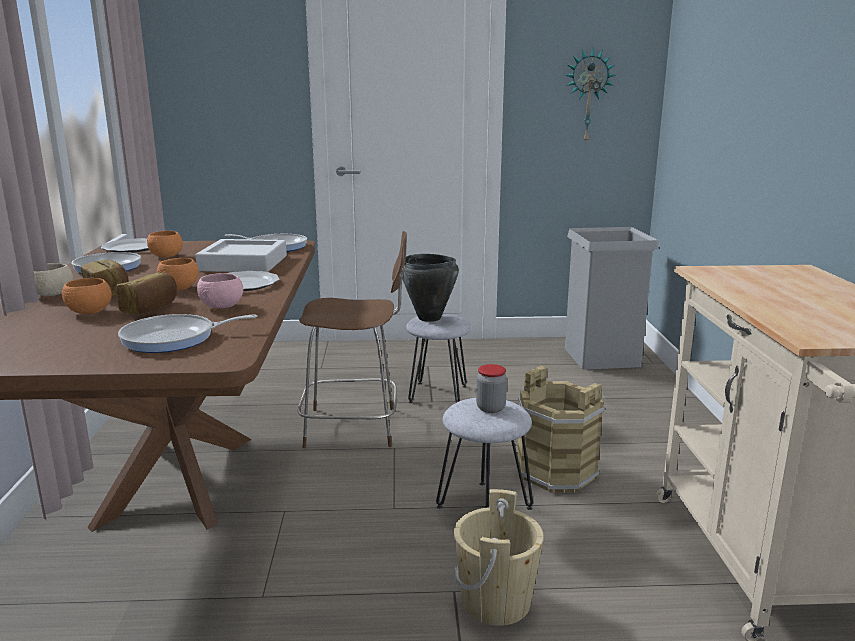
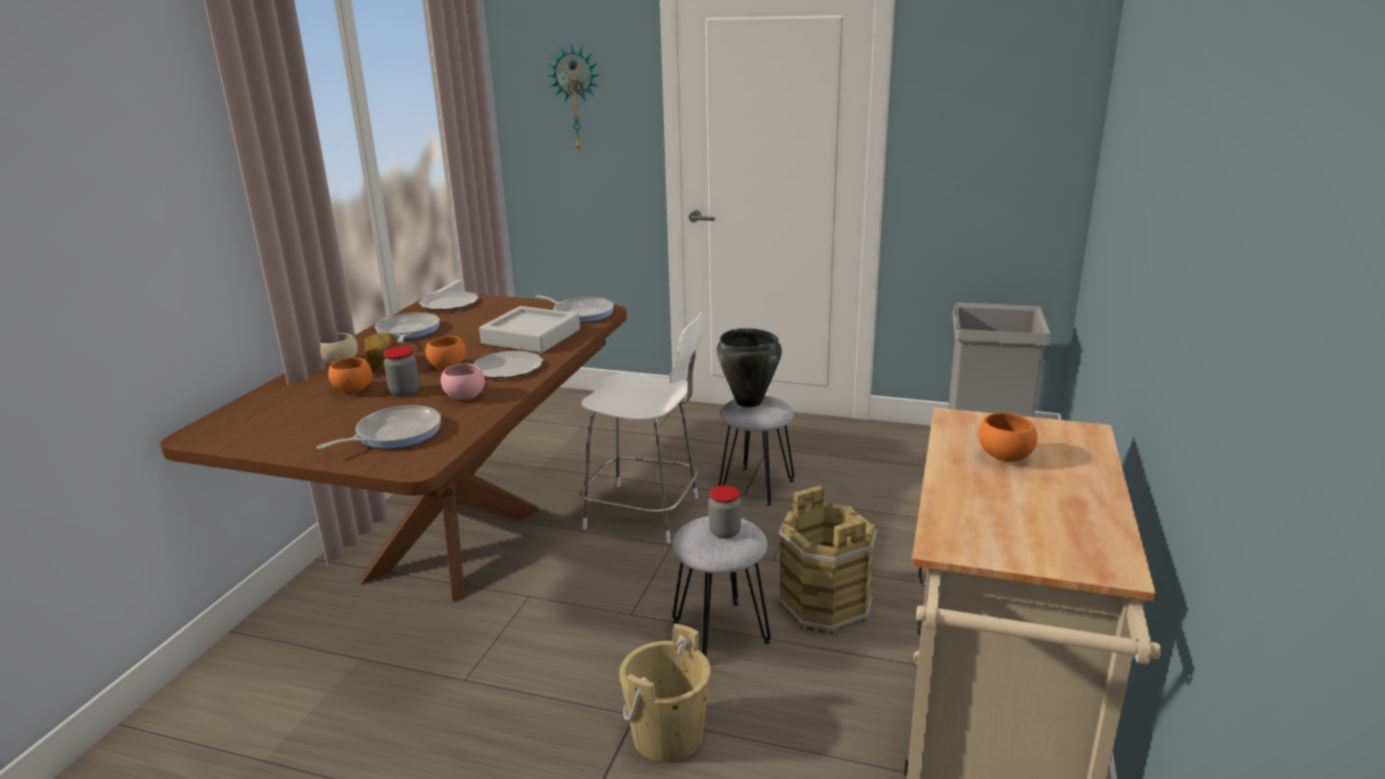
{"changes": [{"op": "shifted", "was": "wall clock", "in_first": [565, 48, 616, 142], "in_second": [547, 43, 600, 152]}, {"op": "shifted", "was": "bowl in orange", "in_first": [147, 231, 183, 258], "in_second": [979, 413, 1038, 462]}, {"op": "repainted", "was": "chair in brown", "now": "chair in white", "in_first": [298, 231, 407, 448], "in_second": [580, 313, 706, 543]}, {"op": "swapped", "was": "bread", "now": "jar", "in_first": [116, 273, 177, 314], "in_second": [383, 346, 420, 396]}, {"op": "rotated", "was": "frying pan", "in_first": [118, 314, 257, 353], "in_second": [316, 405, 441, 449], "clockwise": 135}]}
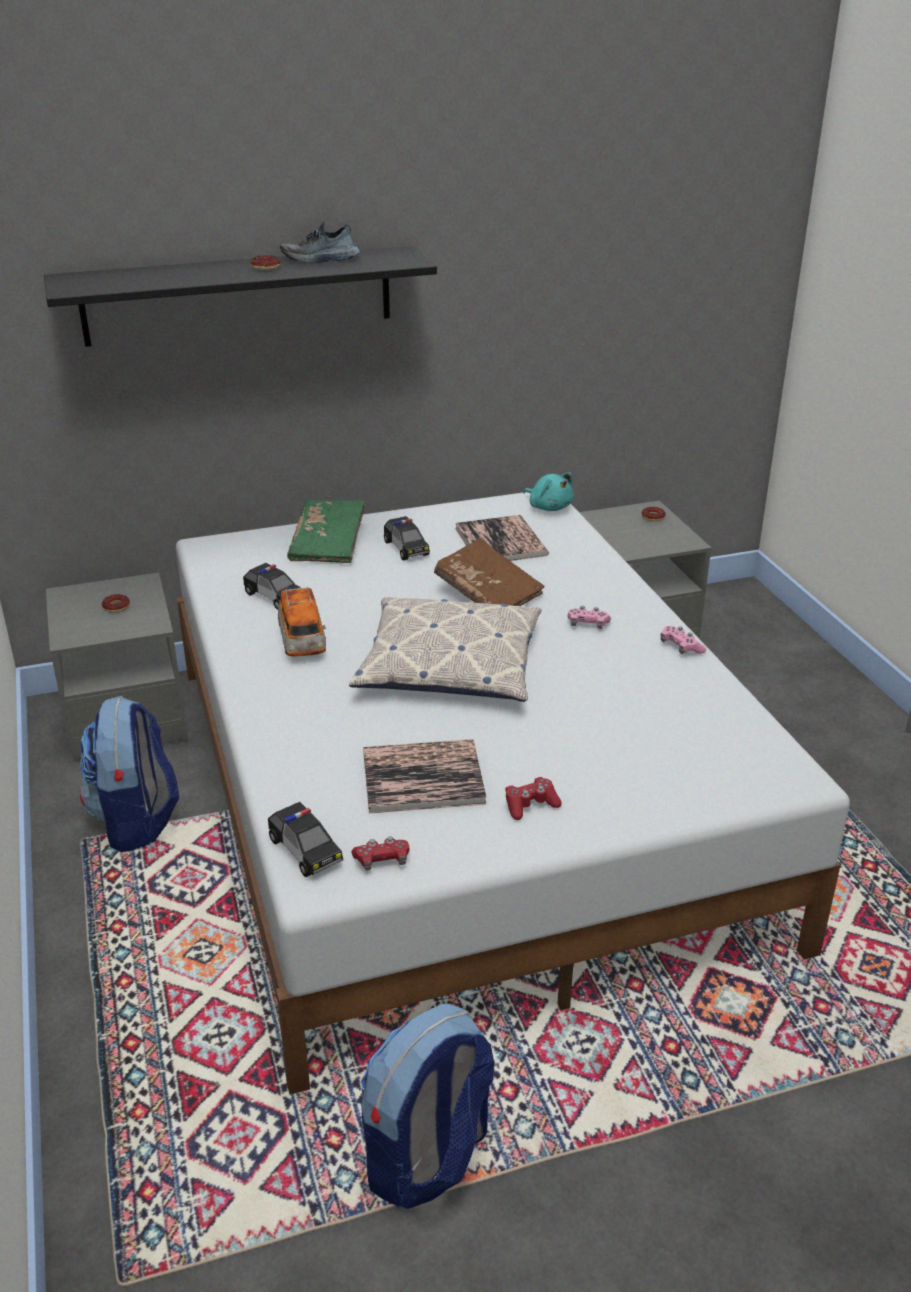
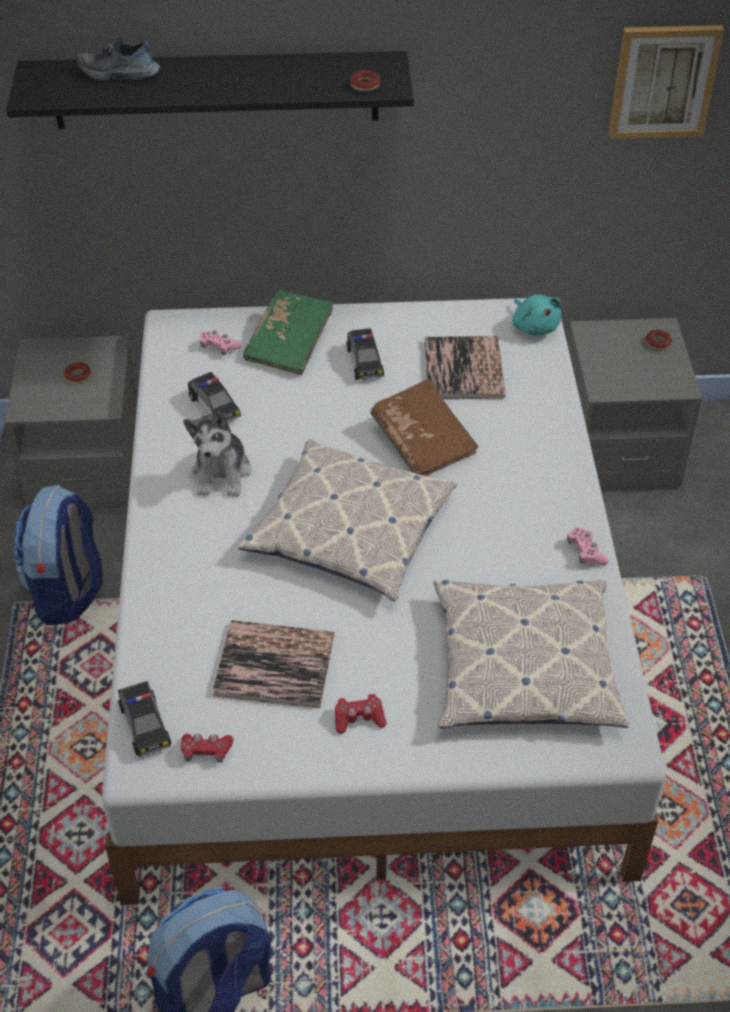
{"changes": [{"op": "shifted", "was": "shoe", "in_first": [280, 222, 360, 263], "in_second": [76, 36, 160, 80]}, {"op": "shifted", "was": "donut", "in_first": [251, 255, 280, 270], "in_second": [349, 70, 381, 91]}, {"op": "swapped", "was": "toy car", "now": "plush toy", "in_first": [278, 587, 326, 657], "in_second": [183, 411, 251, 497]}, {"op": "shifted", "was": "game controller in pink", "in_first": [568, 606, 611, 629], "in_second": [200, 330, 242, 355]}, {"op": "new", "now": "picture", "in_second": [608, 25, 724, 139]}, {"op": "new", "now": "pillow", "in_second": [433, 580, 629, 728]}]}
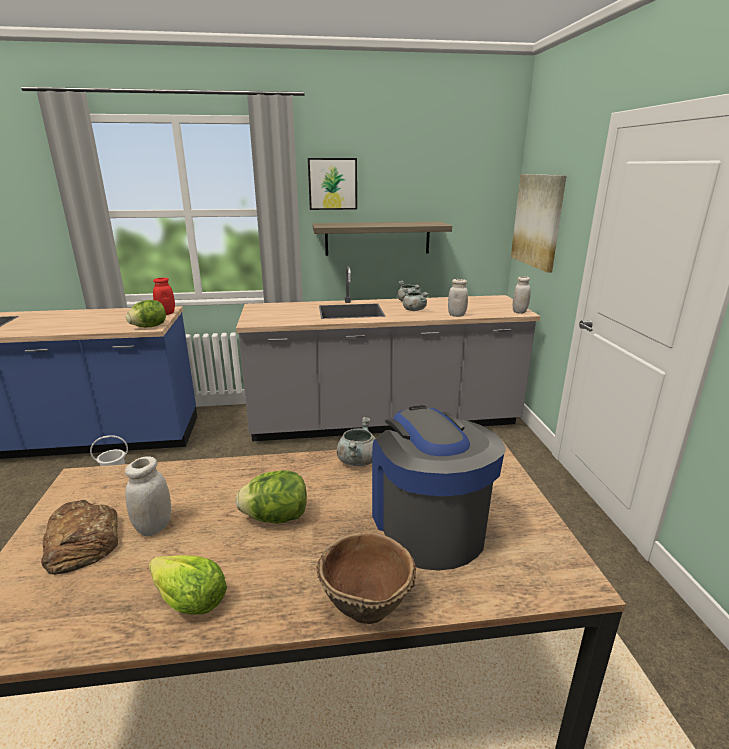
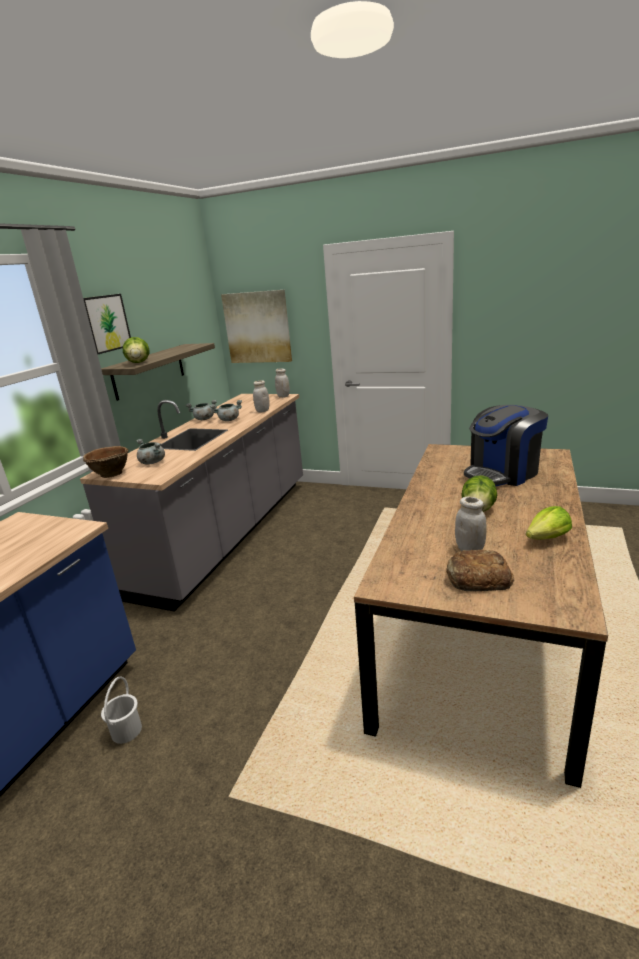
{"changes": [{"op": "gone", "was": "jar in red", "in_first": [153, 278, 175, 315]}, {"op": "shifted", "was": "lettuce", "in_first": [126, 300, 166, 327], "in_second": [123, 337, 149, 363]}, {"op": "rotated", "was": "coffee machine", "in_first": [372, 405, 506, 571], "in_second": [464, 405, 548, 486], "clockwise": -45}, {"op": "shifted", "was": "cooking pot in grey", "in_first": [337, 417, 375, 466], "in_second": [136, 439, 165, 465]}, {"op": "shifted", "was": "bowl in brown", "in_first": [316, 532, 416, 624], "in_second": [83, 446, 129, 478]}]}
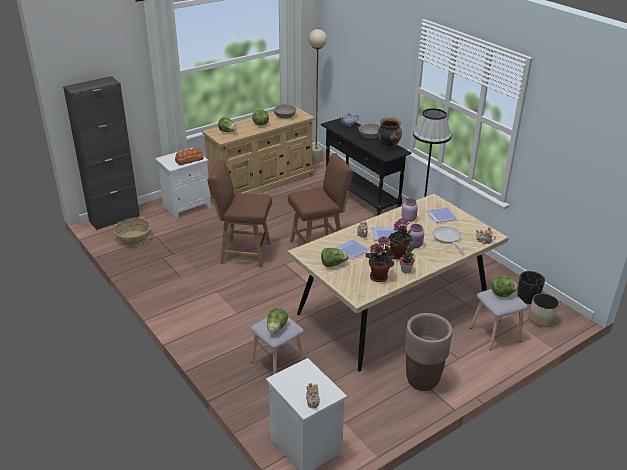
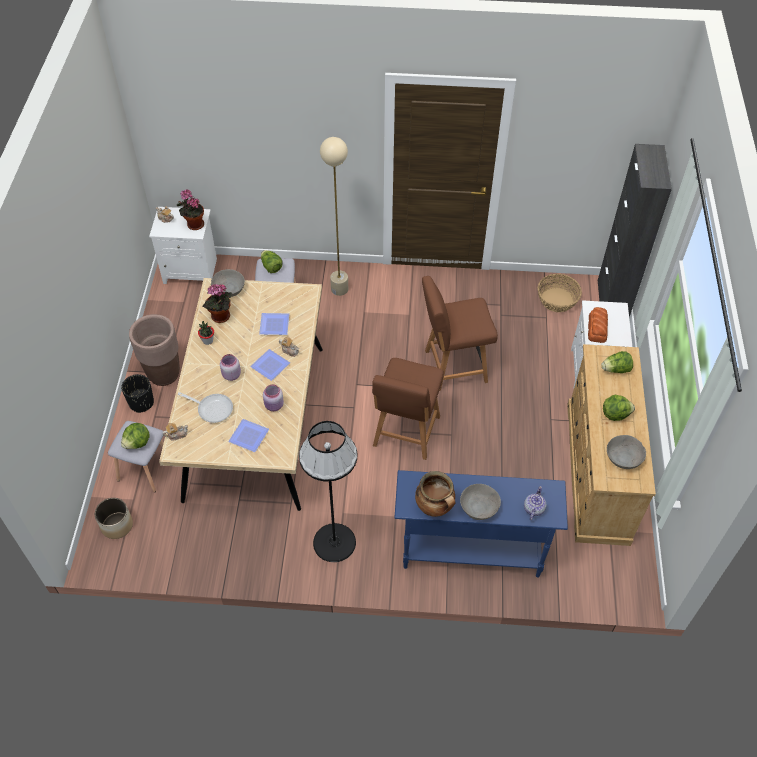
{"changes": [{"op": "shifted", "was": "floor lamp in beige", "in_first": [309, 29, 327, 163], "in_second": [320, 137, 348, 296]}, {"op": "repainted", "was": "console table in black", "now": "console table in blue", "in_first": [321, 117, 412, 216], "in_second": [395, 470, 568, 578]}, {"op": "rotated", "was": "chair in brown", "in_first": [207, 159, 272, 268], "in_second": [422, 276, 498, 391], "clockwise": -150}, {"op": "shifted", "was": "potted plant", "in_first": [388, 218, 413, 259], "in_second": [177, 189, 204, 230]}, {"op": "gone", "was": "lettuce", "in_first": [321, 248, 348, 267]}, {"op": "shifted", "was": "planter in black", "in_first": [517, 271, 545, 304], "in_second": [121, 374, 154, 413]}, {"op": "new", "now": "bowl in grey", "in_second": [211, 269, 245, 297]}]}
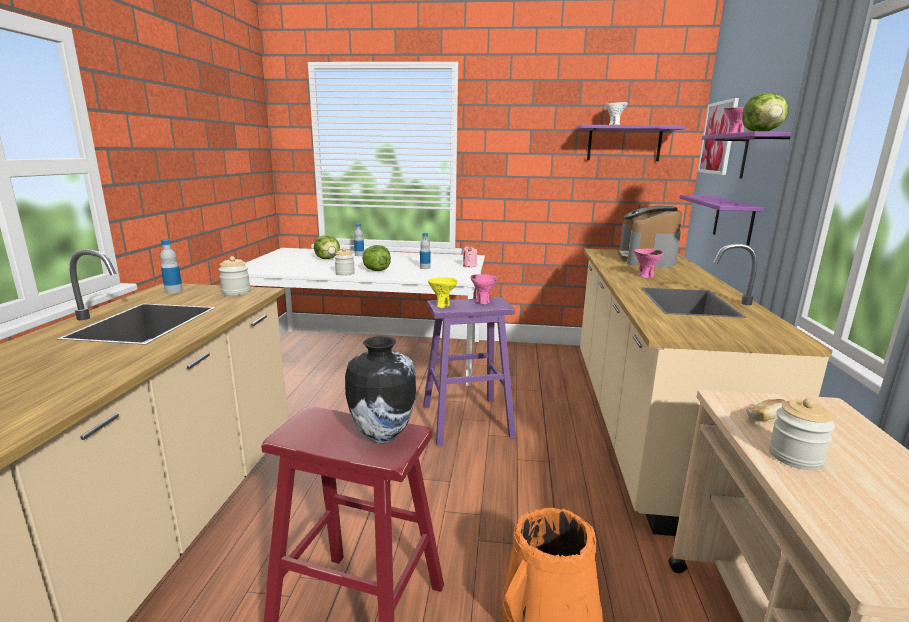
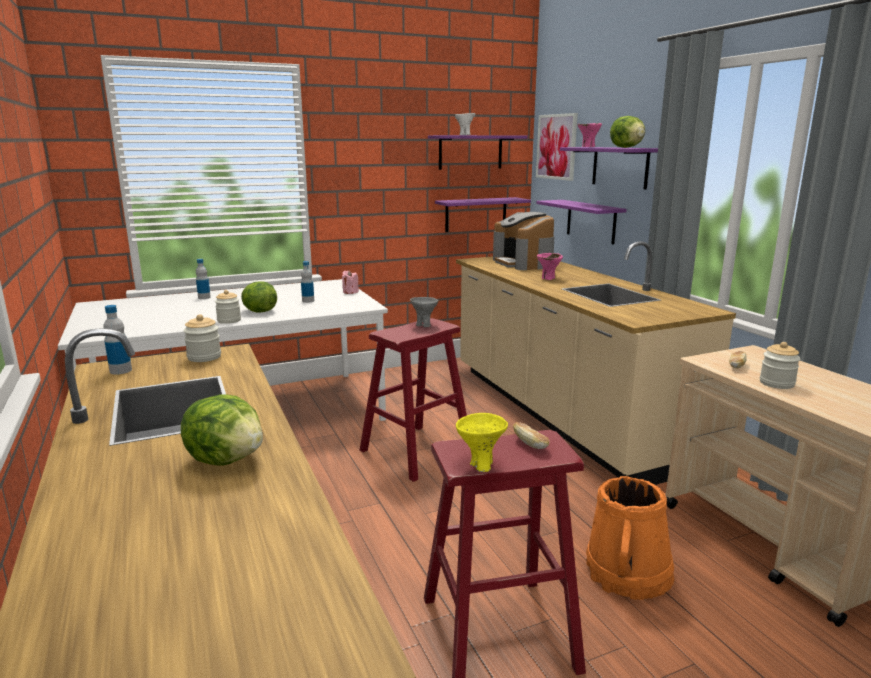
{"changes": [{"op": "shifted", "was": "lettuce", "in_first": [314, 235, 340, 259], "in_second": [181, 395, 263, 466]}, {"op": "repainted", "was": "bowl in pink", "now": "bowl in grey", "in_first": [470, 274, 498, 304], "in_second": [410, 297, 438, 327]}, {"op": "shifted", "was": "bowl in yellow", "in_first": [428, 277, 457, 308], "in_second": [456, 413, 508, 472]}, {"op": "repainted", "was": "stool in purple", "now": "stool in red", "in_first": [423, 297, 516, 447], "in_second": [360, 318, 467, 482]}, {"op": "swapped", "was": "vase", "now": "bread", "in_first": [345, 336, 416, 443], "in_second": [513, 422, 550, 449]}, {"op": "new", "now": "shelf in purple", "in_second": [435, 197, 531, 232]}]}
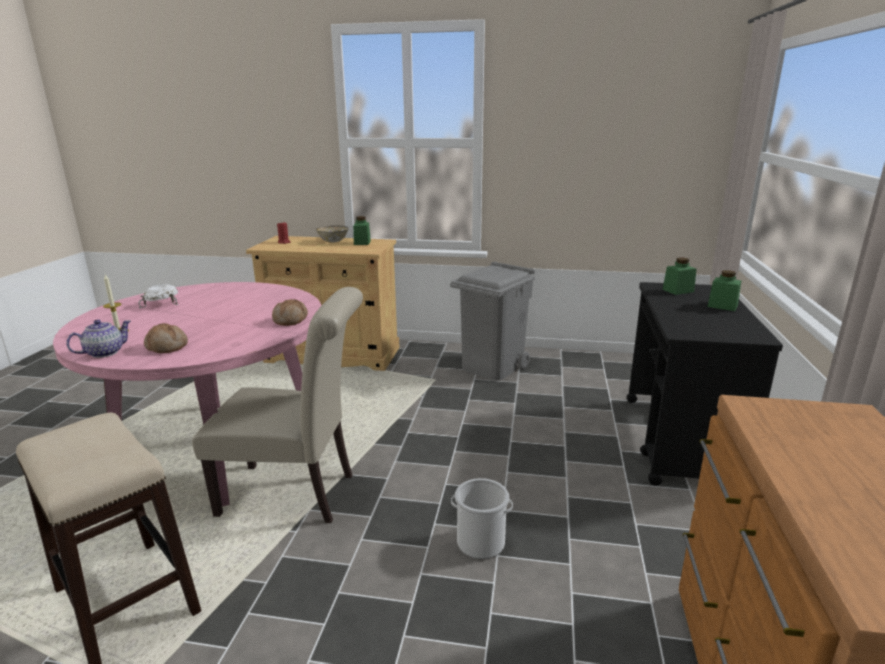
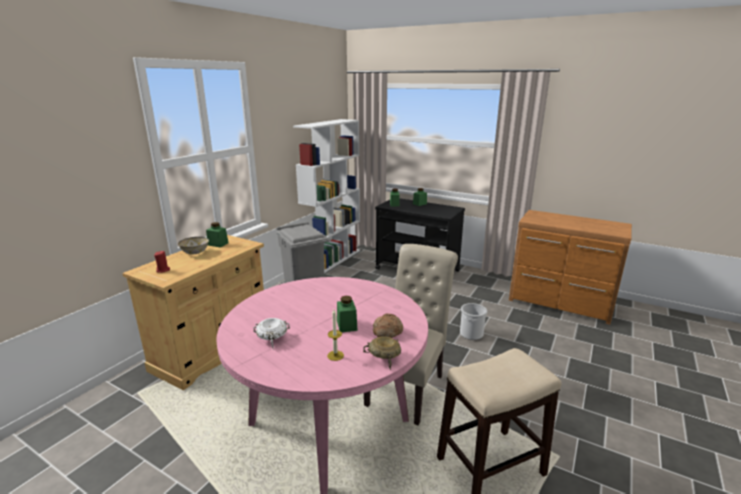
{"changes": [{"op": "gone", "was": "bread", "in_first": [272, 299, 308, 326]}, {"op": "swapped", "was": "teapot", "now": "bowl in beige", "in_first": [66, 320, 131, 358], "in_second": [363, 336, 401, 370]}, {"op": "new", "now": "bookcase in white", "in_second": [293, 119, 360, 273]}, {"op": "new", "now": "jar in green", "in_second": [337, 296, 358, 332]}]}
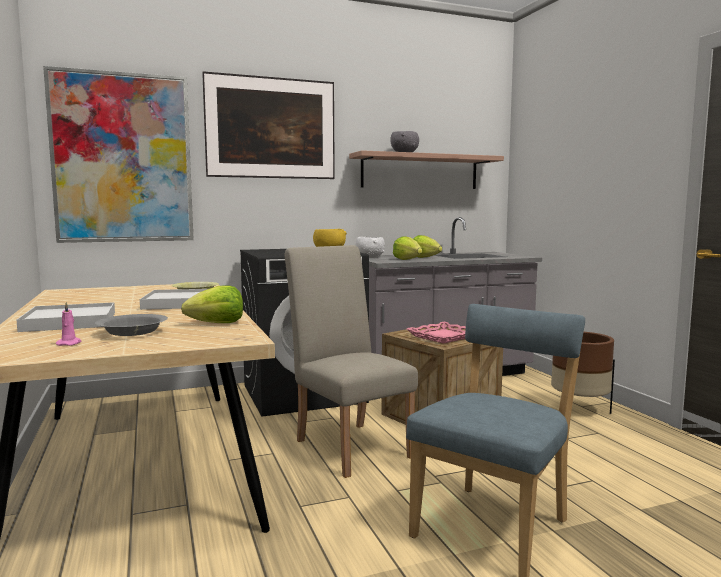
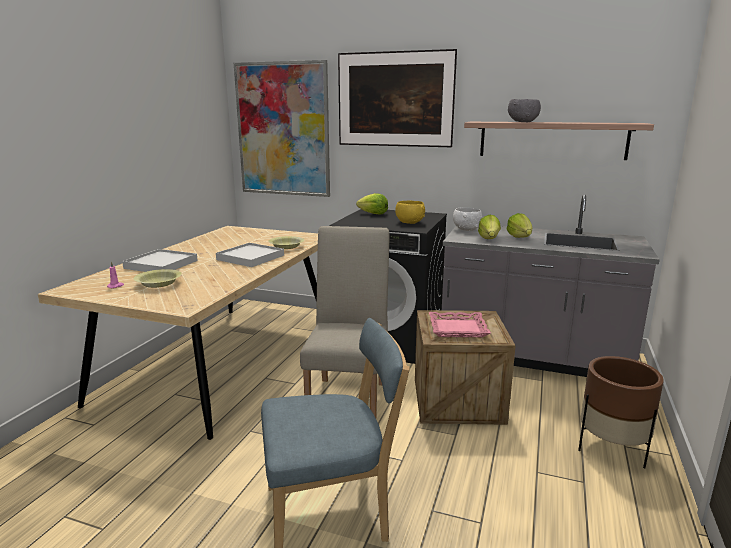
{"changes": [{"op": "shifted", "was": "lettuce", "in_first": [181, 285, 243, 323], "in_second": [356, 193, 388, 215]}, {"op": "repainted", "was": "bowl in grey", "now": "bowl in yellow", "in_first": [95, 314, 168, 336], "in_second": [134, 269, 182, 288]}]}
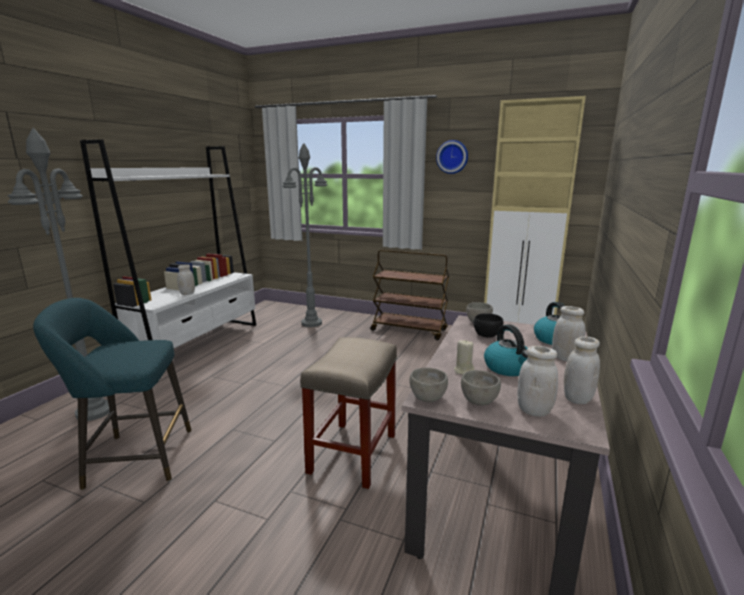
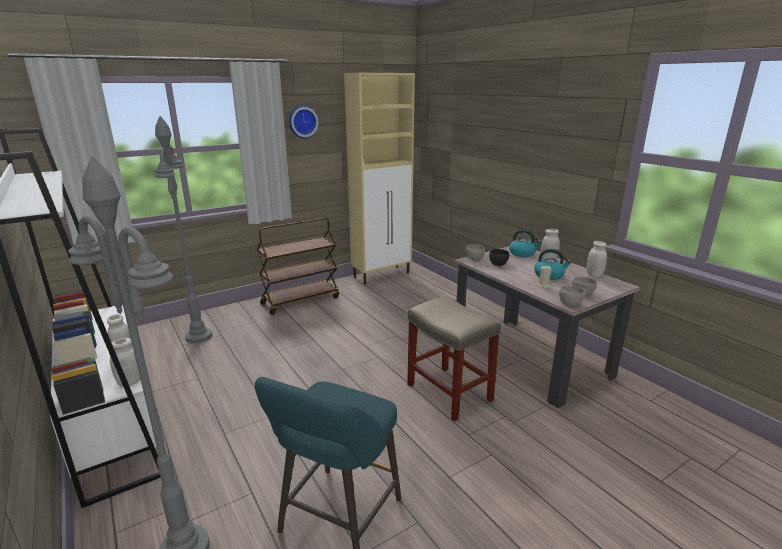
{"changes": [{"op": "shifted", "was": "jar in white", "in_first": [517, 346, 558, 417], "in_second": [110, 338, 140, 386]}]}
